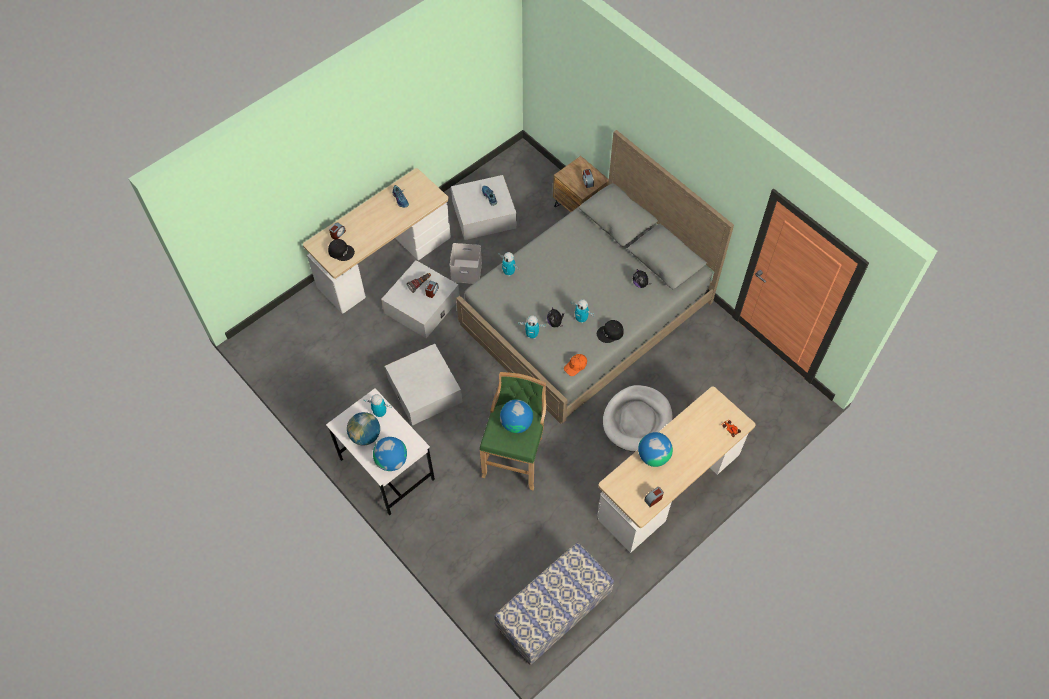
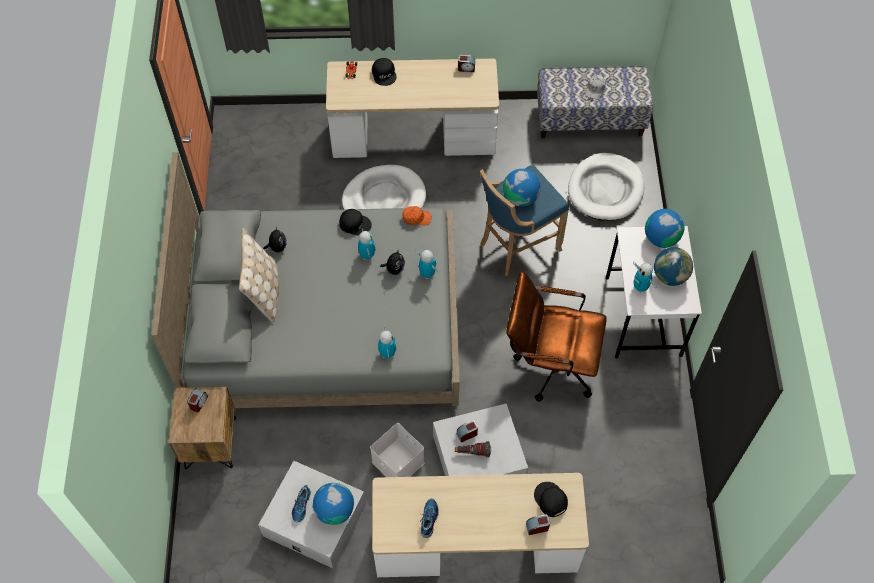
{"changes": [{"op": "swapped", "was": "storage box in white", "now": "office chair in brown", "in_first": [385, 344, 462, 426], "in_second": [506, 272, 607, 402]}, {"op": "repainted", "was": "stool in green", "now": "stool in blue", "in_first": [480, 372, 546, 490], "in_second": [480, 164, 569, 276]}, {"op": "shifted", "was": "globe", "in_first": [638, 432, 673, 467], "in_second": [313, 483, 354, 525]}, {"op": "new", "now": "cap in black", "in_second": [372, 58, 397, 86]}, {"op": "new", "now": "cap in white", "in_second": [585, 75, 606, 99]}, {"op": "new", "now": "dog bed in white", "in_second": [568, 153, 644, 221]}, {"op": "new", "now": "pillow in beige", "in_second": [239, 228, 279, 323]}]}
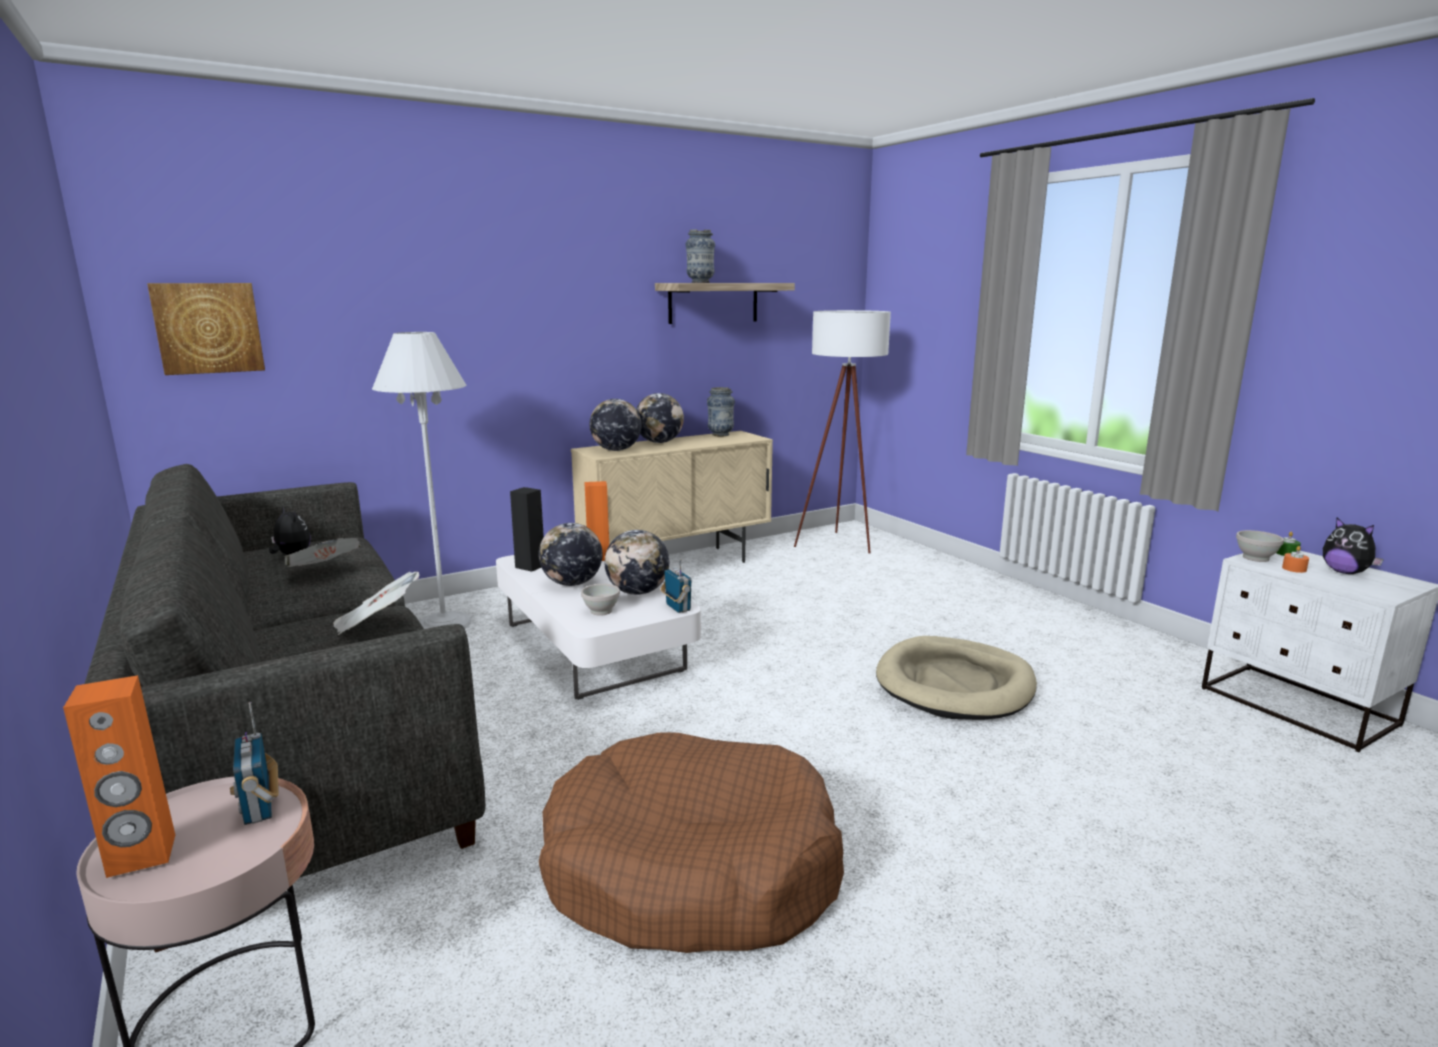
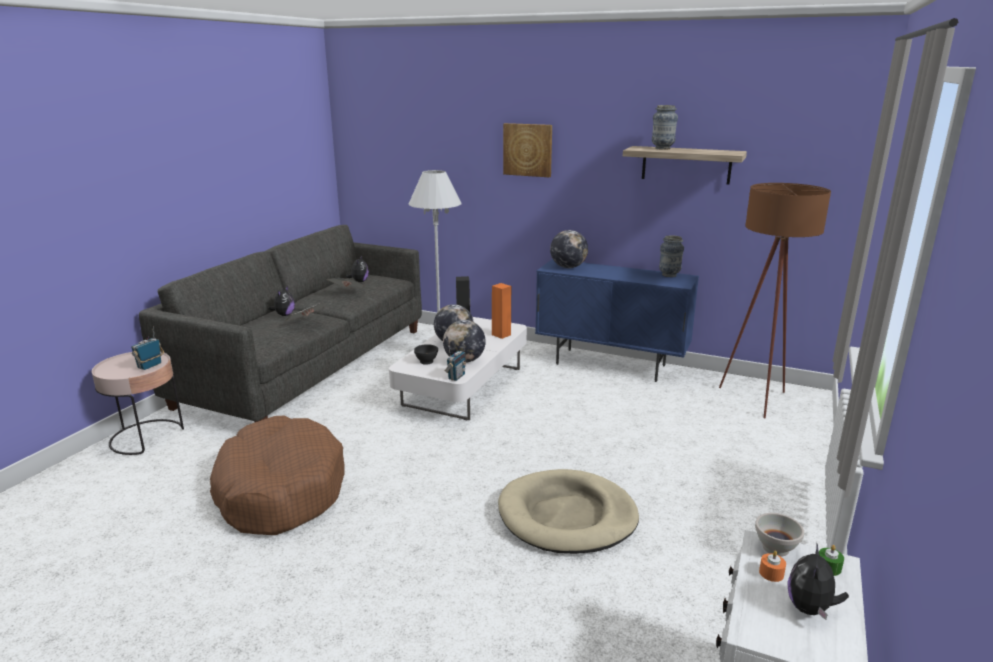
{"changes": [{"op": "shifted", "was": "picture", "in_first": [147, 283, 265, 375], "in_second": [503, 123, 552, 178]}, {"op": "repainted", "was": "floor lamp in white", "now": "floor lamp in brown", "in_first": [794, 310, 891, 554], "in_second": [719, 183, 831, 418]}, {"op": "gone", "was": "globe", "in_first": [636, 393, 684, 443]}, {"op": "repainted", "was": "cabinet in beige", "now": "cabinet in blue", "in_first": [571, 431, 773, 563], "in_second": [535, 259, 699, 382]}, {"op": "repainted", "was": "bowl in white", "now": "bowl in black", "in_first": [581, 584, 620, 616], "in_second": [414, 344, 438, 365]}, {"op": "gone", "was": "speaker in orange", "in_first": [63, 675, 175, 878]}, {"op": "new", "now": "plush toy", "in_second": [268, 286, 295, 316]}]}
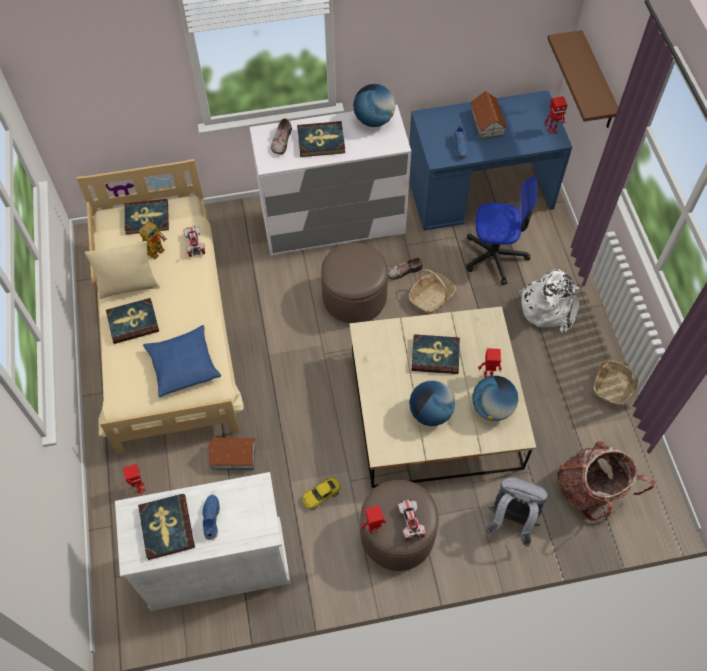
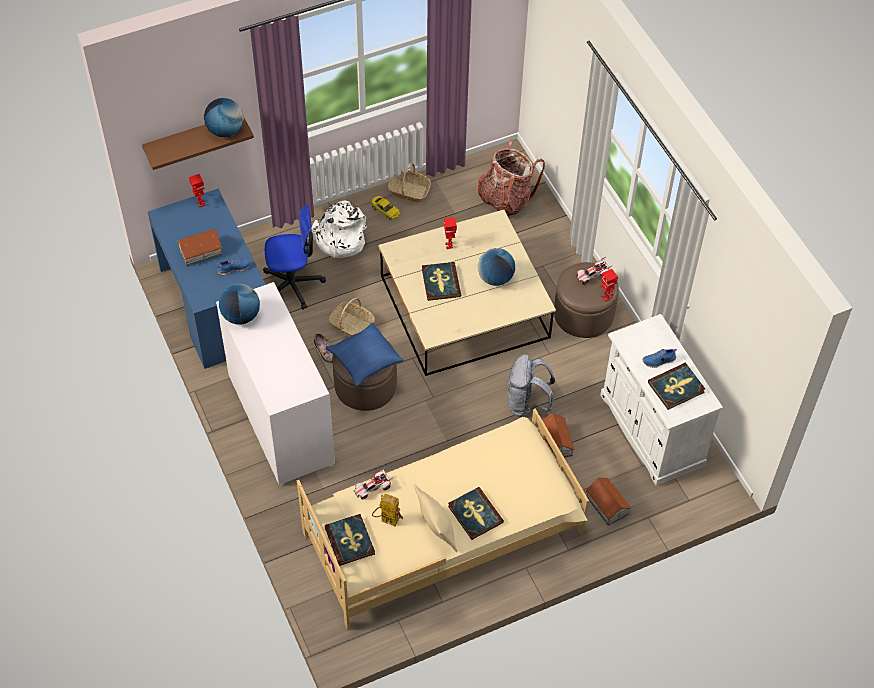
{"changes": [{"op": "gone", "was": "shoe", "in_first": [271, 118, 292, 154]}, {"op": "gone", "was": "book", "in_first": [297, 121, 345, 157]}, {"op": "rotated", "was": "office chair", "in_first": [466, 176, 538, 285], "in_second": [263, 205, 326, 310], "clockwise": 90}, {"op": "shifted", "was": "pillow in blue", "in_first": [143, 325, 221, 397], "in_second": [326, 322, 403, 387]}, {"op": "shifted", "was": "globe", "in_first": [472, 376, 518, 421], "in_second": [204, 98, 244, 137]}, {"op": "swapped", "was": "toy robot", "now": "toy house", "in_first": [123, 464, 146, 494], "in_second": [586, 477, 632, 526]}, {"op": "shifted", "was": "toy car in yellow", "in_first": [302, 477, 341, 510], "in_second": [371, 196, 400, 220]}, {"op": "shifted", "was": "backpack in grey", "in_first": [485, 477, 548, 547], "in_second": [508, 354, 555, 417]}]}
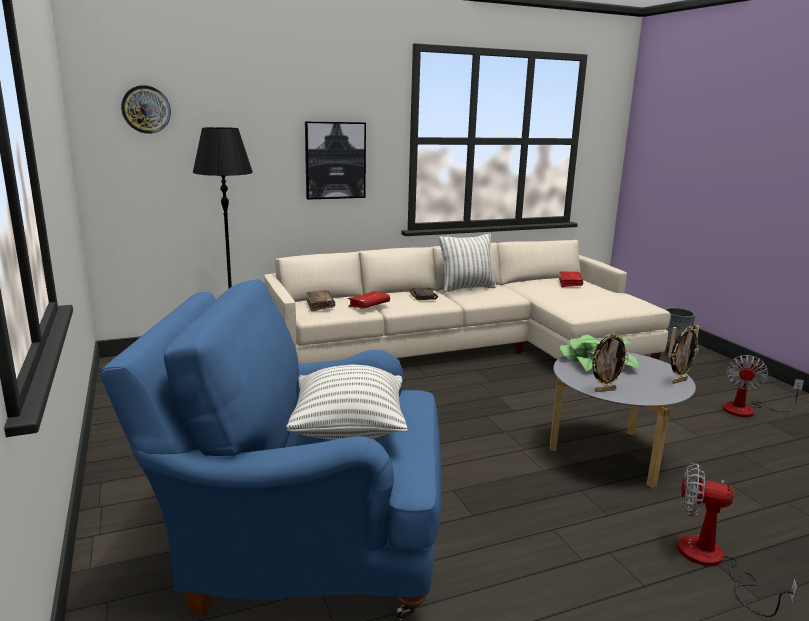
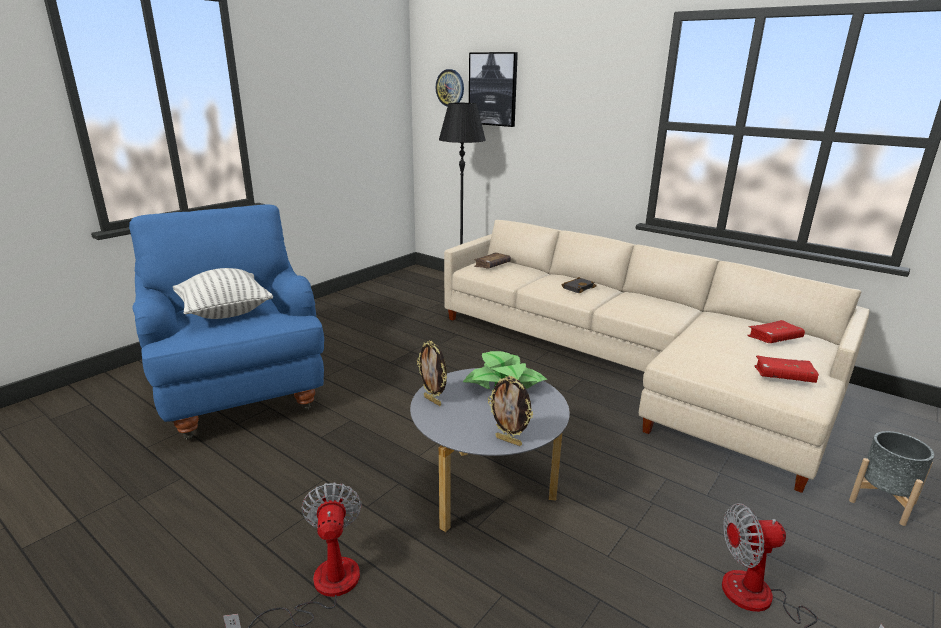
{"changes": [{"op": "shifted", "was": "picture", "in_first": [305, 122, 366, 200], "in_second": [469, 52, 518, 127]}, {"op": "gone", "was": "pillow", "in_first": [439, 234, 496, 292]}, {"op": "shifted", "was": "book in red", "in_first": [348, 291, 390, 309], "in_second": [754, 355, 818, 383]}]}
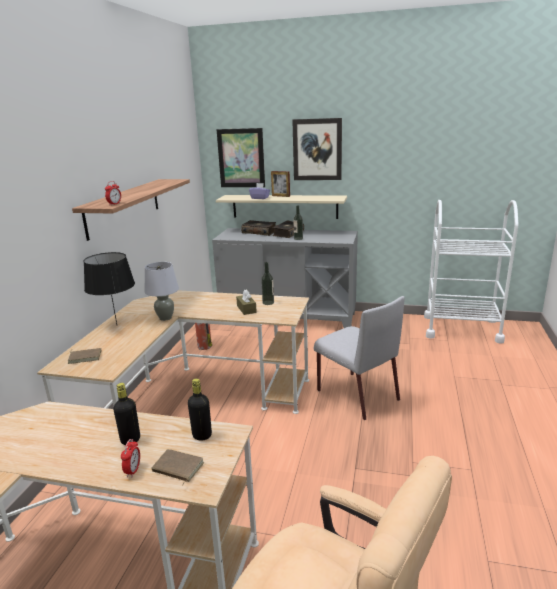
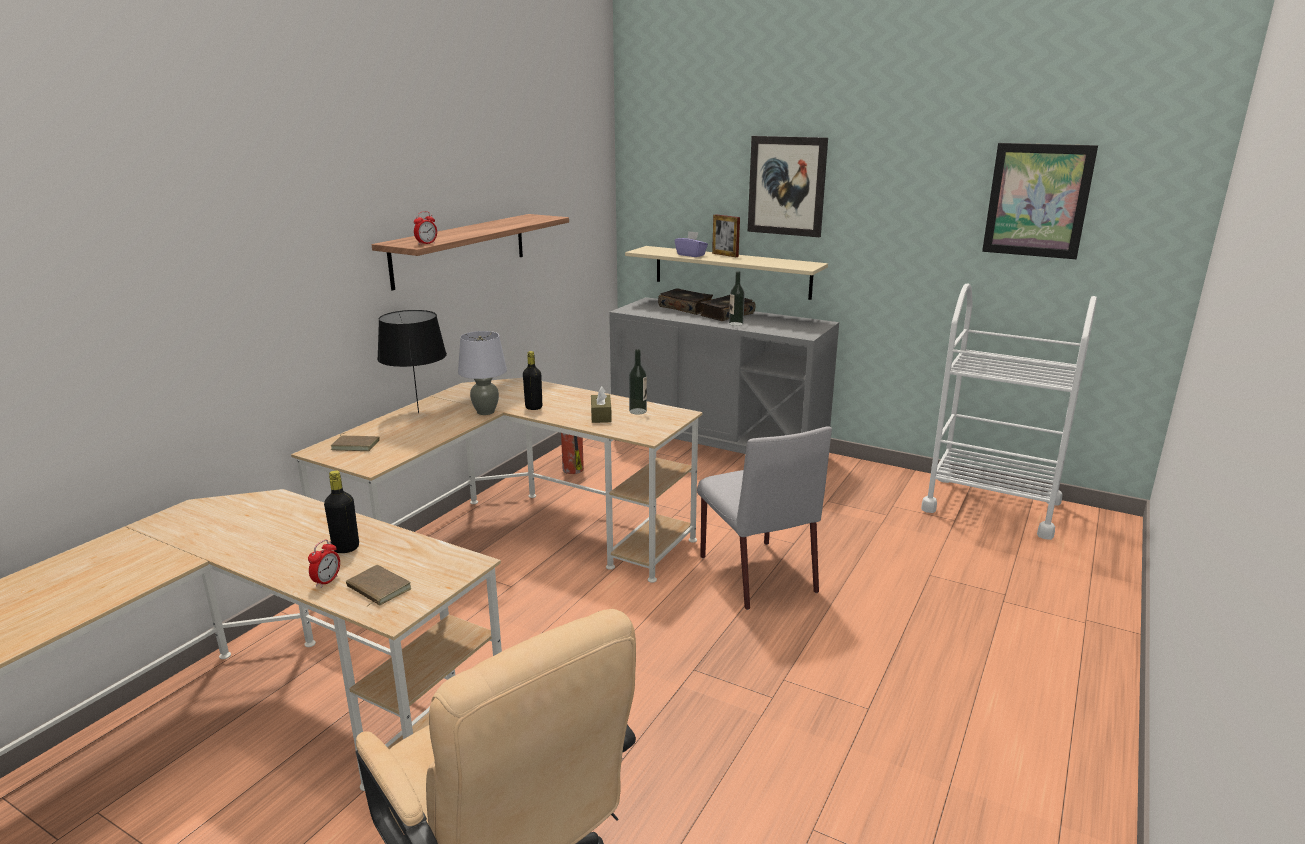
{"changes": [{"op": "shifted", "was": "picture", "in_first": [217, 128, 265, 187], "in_second": [982, 143, 1098, 259]}, {"op": "shifted", "was": "bottle in black", "in_first": [188, 378, 212, 441], "in_second": [523, 351, 542, 410]}]}
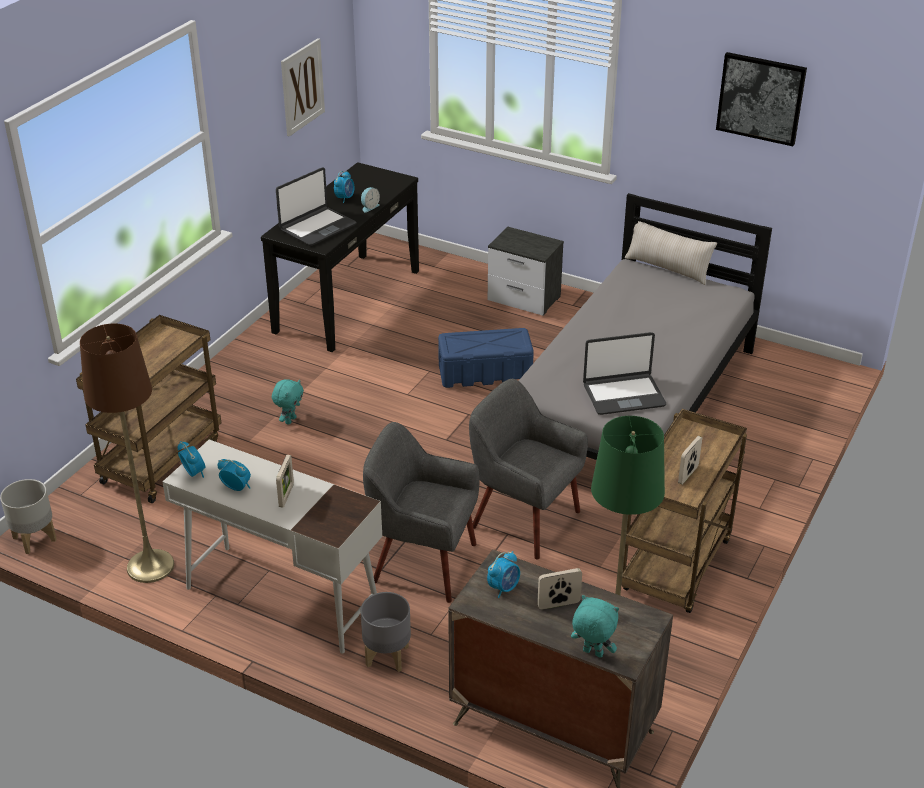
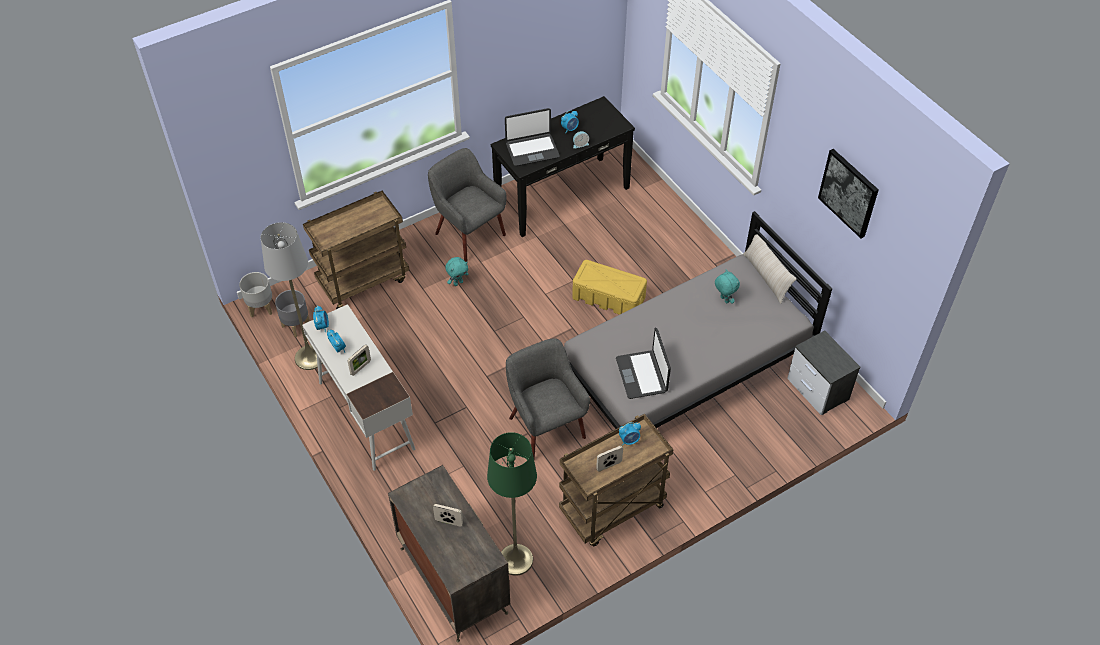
{"changes": [{"op": "gone", "was": "picture", "in_first": [281, 38, 325, 136]}, {"op": "shifted", "was": "nightstand", "in_first": [488, 227, 564, 316], "in_second": [787, 330, 860, 415]}, {"op": "repainted", "was": "floor lamp in brown", "now": "floor lamp in grey", "in_first": [80, 324, 174, 583], "in_second": [261, 222, 323, 370]}, {"op": "repainted", "was": "storage box in blue", "now": "storage box in yellow", "in_first": [438, 328, 534, 388], "in_second": [572, 260, 647, 315]}, {"op": "rotated", "was": "laptop", "in_first": [583, 332, 666, 415], "in_second": [616, 328, 671, 399], "clockwise": 60}, {"op": "shifted", "was": "armchair in grey", "in_first": [363, 422, 480, 603], "in_second": [428, 148, 507, 262]}, {"op": "shifted", "was": "alarm clock", "in_first": [487, 551, 520, 598], "in_second": [619, 422, 641, 446]}, {"op": "shifted", "was": "planter in grey", "in_first": [361, 592, 411, 672], "in_second": [275, 290, 310, 337]}, {"op": "shifted", "was": "plush toy in turquoise", "in_first": [571, 595, 619, 658], "in_second": [715, 269, 740, 304]}]}
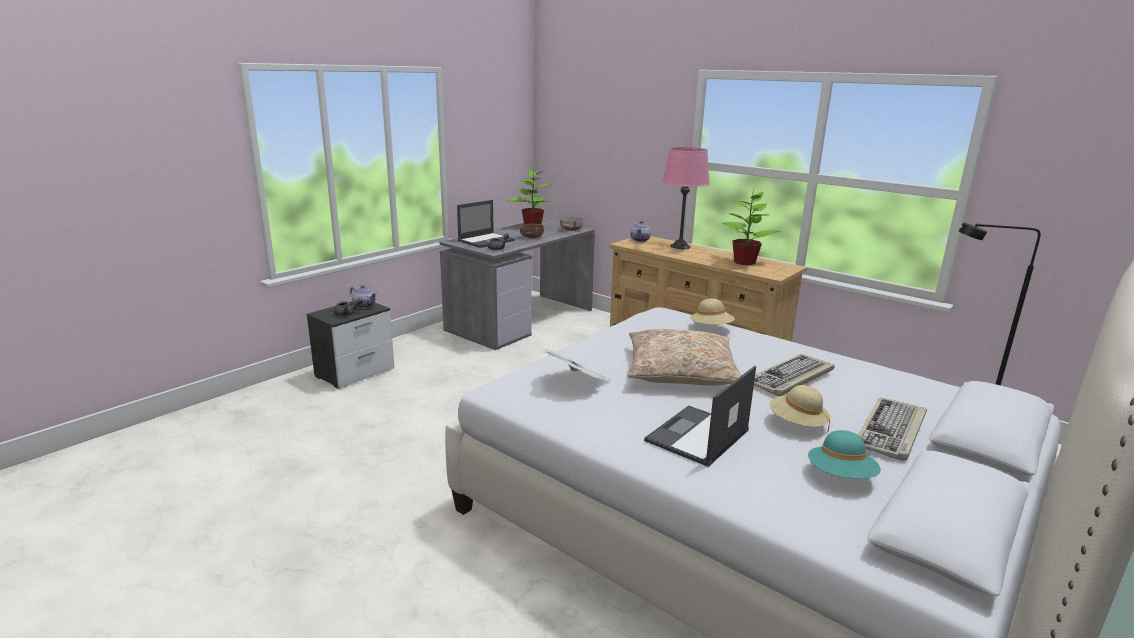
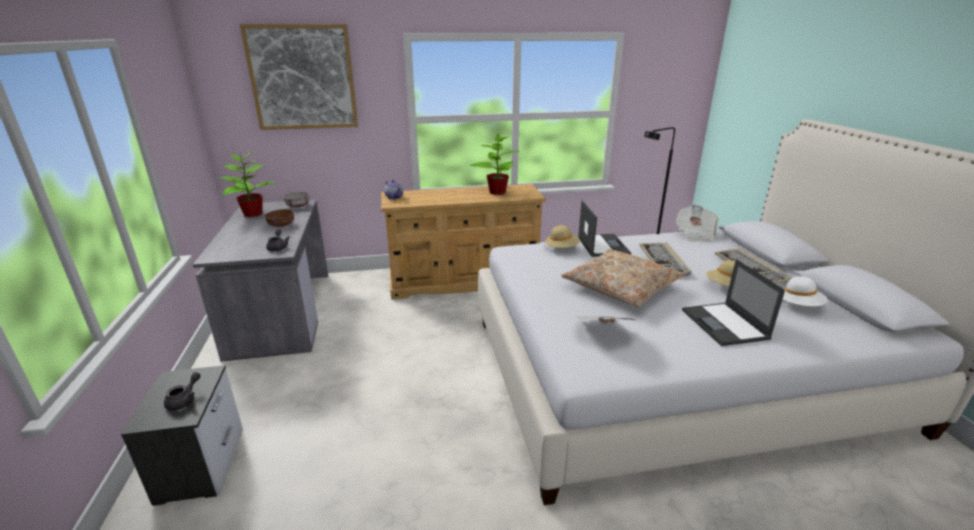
{"changes": [{"op": "gone", "was": "table lamp in pink", "in_first": [662, 147, 710, 249]}, {"op": "shifted", "was": "laptop", "in_first": [457, 200, 515, 248], "in_second": [578, 200, 631, 257]}, {"op": "gone", "was": "teapot", "in_first": [350, 285, 377, 308]}, {"op": "repainted", "was": "hat in turquoise", "now": "hat in white", "in_first": [808, 430, 881, 479], "in_second": [782, 276, 828, 306]}, {"op": "new", "now": "picture", "in_second": [240, 24, 358, 130]}, {"op": "new", "now": "newspaper", "in_second": [675, 205, 719, 242]}]}
